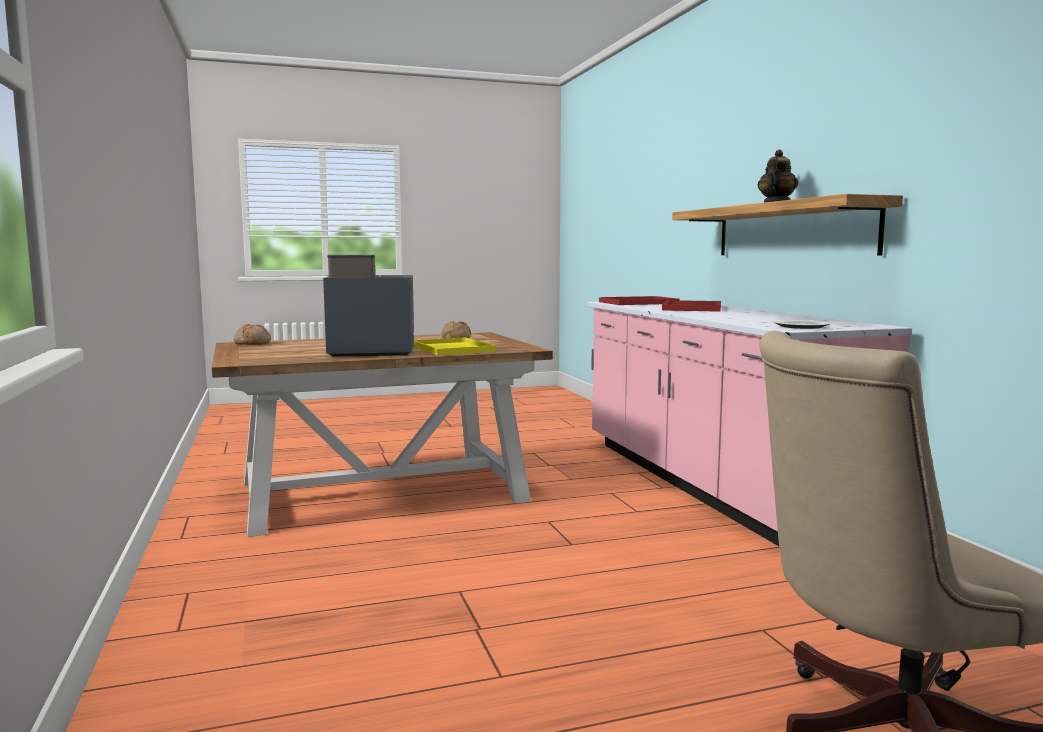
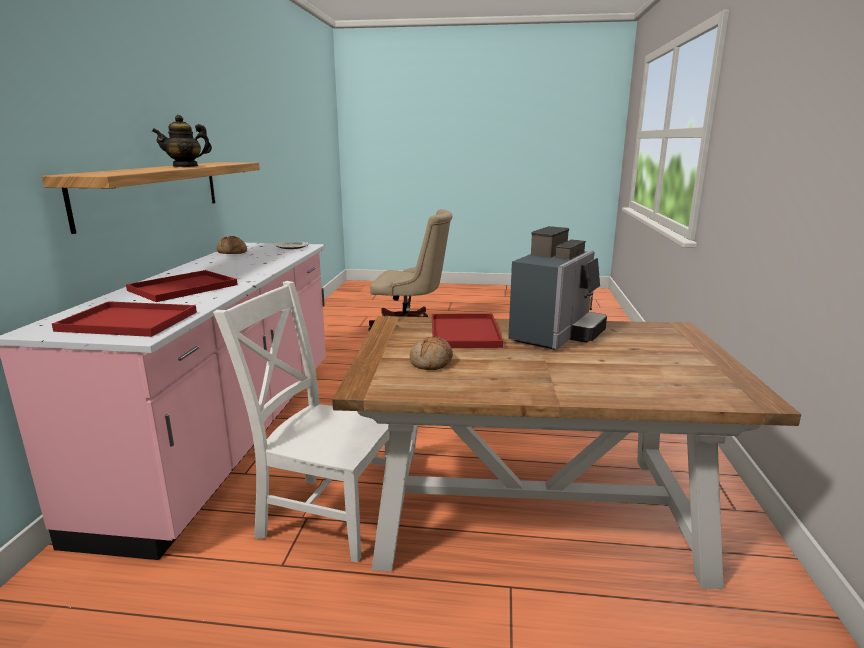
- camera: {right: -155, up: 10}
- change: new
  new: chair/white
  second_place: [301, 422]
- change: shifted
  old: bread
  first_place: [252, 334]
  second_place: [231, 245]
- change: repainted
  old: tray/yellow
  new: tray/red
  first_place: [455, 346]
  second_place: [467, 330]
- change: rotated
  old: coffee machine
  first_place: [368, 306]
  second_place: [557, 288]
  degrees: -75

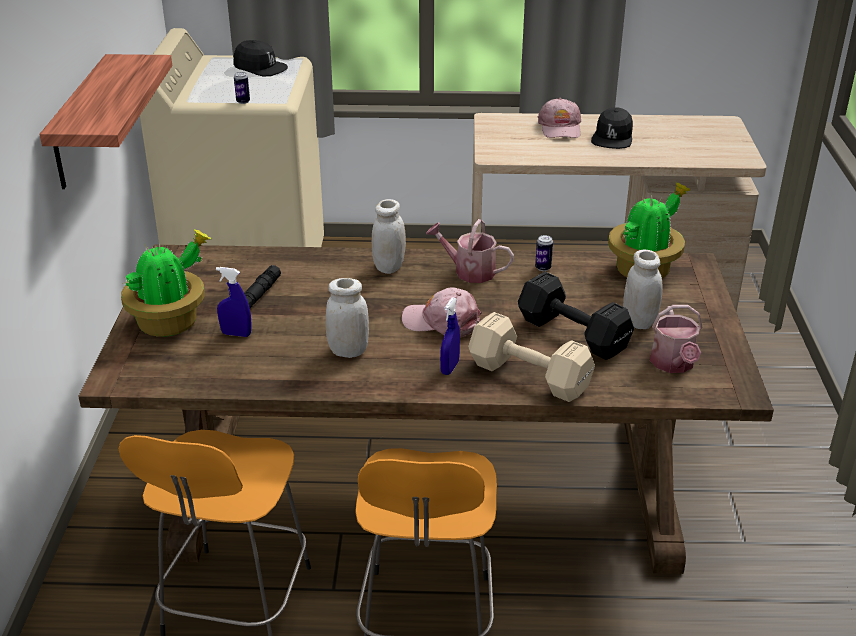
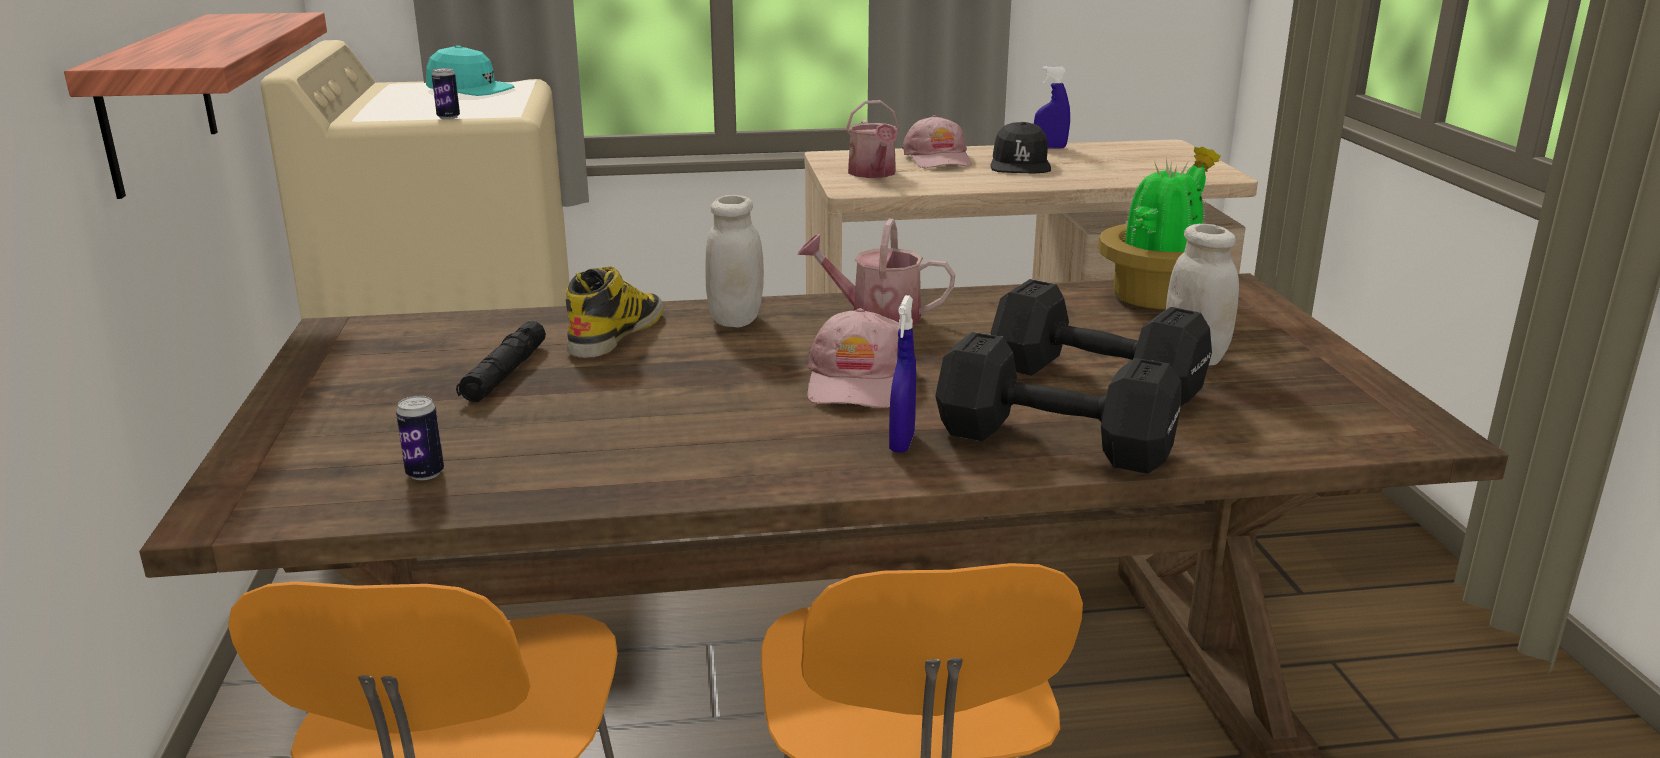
- camera: {right: -10, up: -10}
- change: gone
  old: potted plant
  first_place: [166, 283]
- change: gone
  old: jar/white
  first_place: [347, 318]
- change: new
  new: boot
  second_place: [615, 312]
- change: shifted
  old: spray bottle/blue
  first_place: [234, 302]
  second_place: [1052, 107]
- change: shifted
  old: can
  first_place: [544, 253]
  second_place: [420, 438]
- change: shifted
  old: watering can
  first_place: [676, 339]
  second_place: [872, 139]
- change: repainted
  old: cap/black
  new: cap/turquoise
  first_place: [260, 58]
  second_place: [470, 70]
- change: repainted
  old: dumbbell/beige
  new: dumbbell/black
  first_place: [531, 357]
  second_place: [1058, 403]
- change: rotated
  old: cap/pink
  first_place: [442, 312]
  second_place: [853, 358]
  degrees: -90

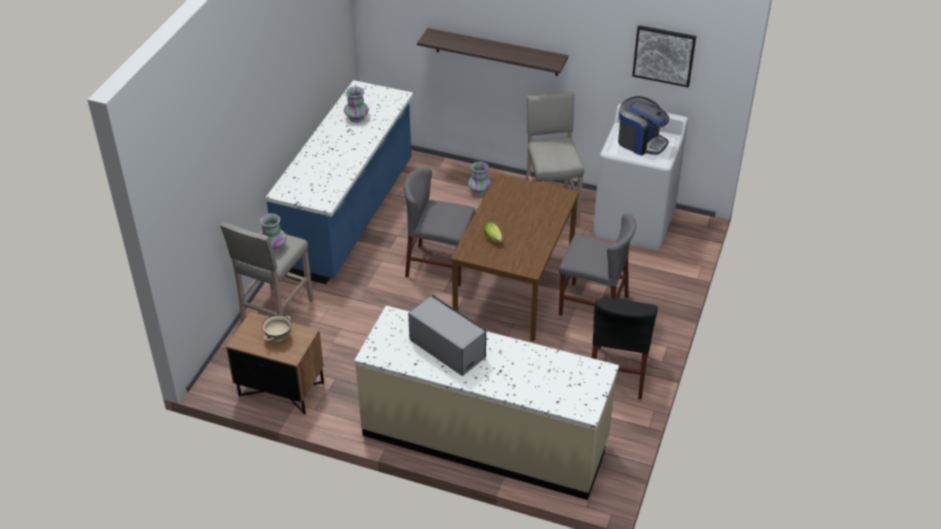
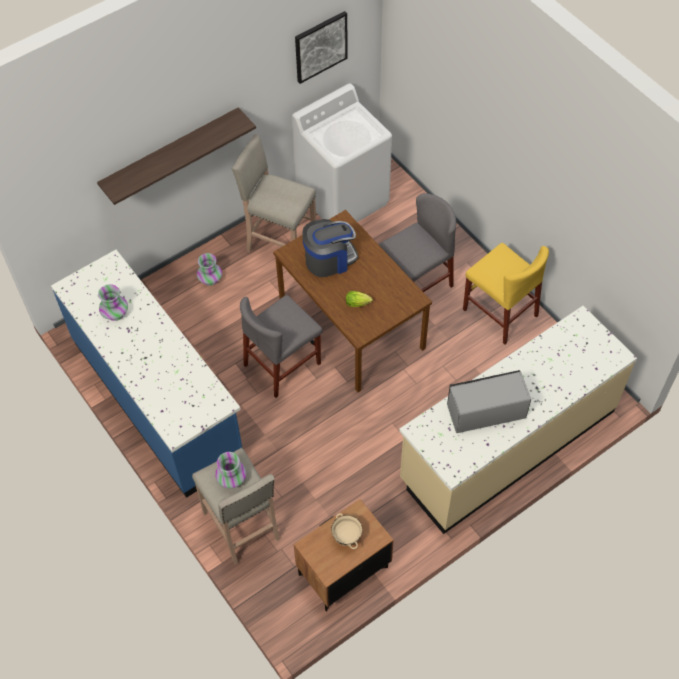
- camera: {right: -55, up: 15}
- change: shifted
  old: coffee machine
  first_place: [643, 126]
  second_place: [330, 248]
- change: repainted
  old: chair/black
  new: chair/yellow
  first_place: [625, 348]
  second_place: [506, 294]

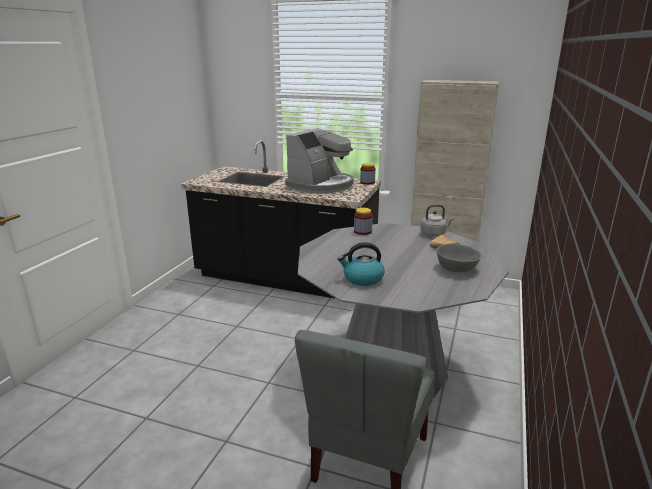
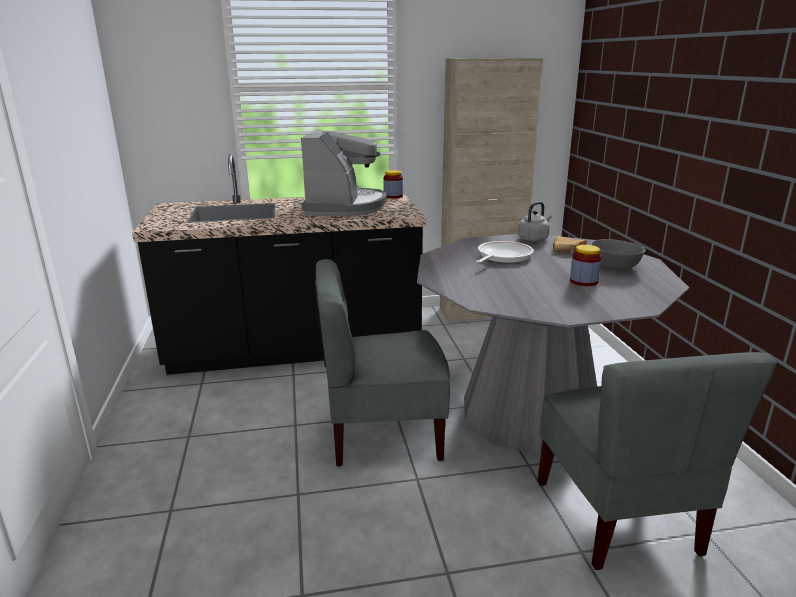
- camera: {right: -30, up: 0}
- change: gone
  old: kettle
  first_place: [361, 264]
- change: new
  new: chair/grey
  second_place: [382, 362]
- change: new
  new: frying pan
  second_place: [505, 252]
- change: shifted
  old: jar
  first_place: [363, 221]
  second_place: [586, 265]

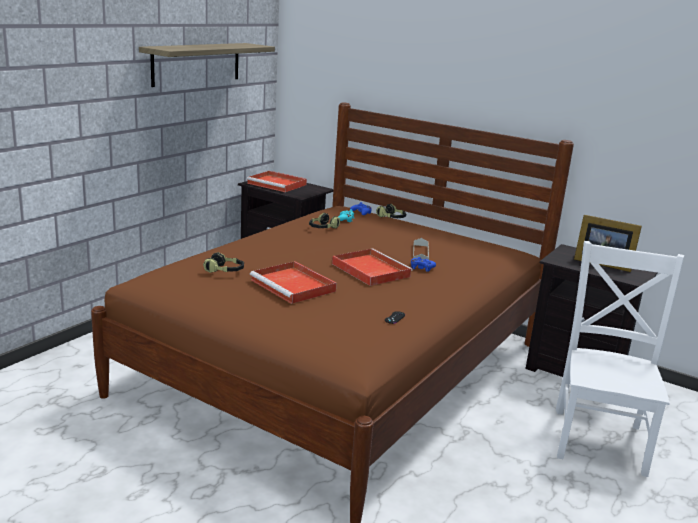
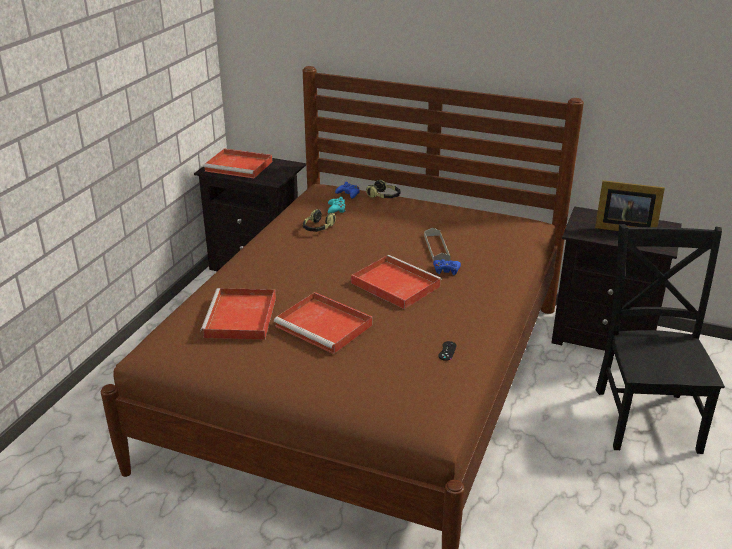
- camera: {right: -10, up: 10}
- change: gone
  old: shelf
  first_place: [207, 65]
- change: swapped
  old: headphones
  new: tray/red
  first_place: [223, 262]
  second_place: [238, 314]
- change: repainted
  old: chair/white
  new: chair/black
  first_place: [620, 359]
  second_place: [660, 339]

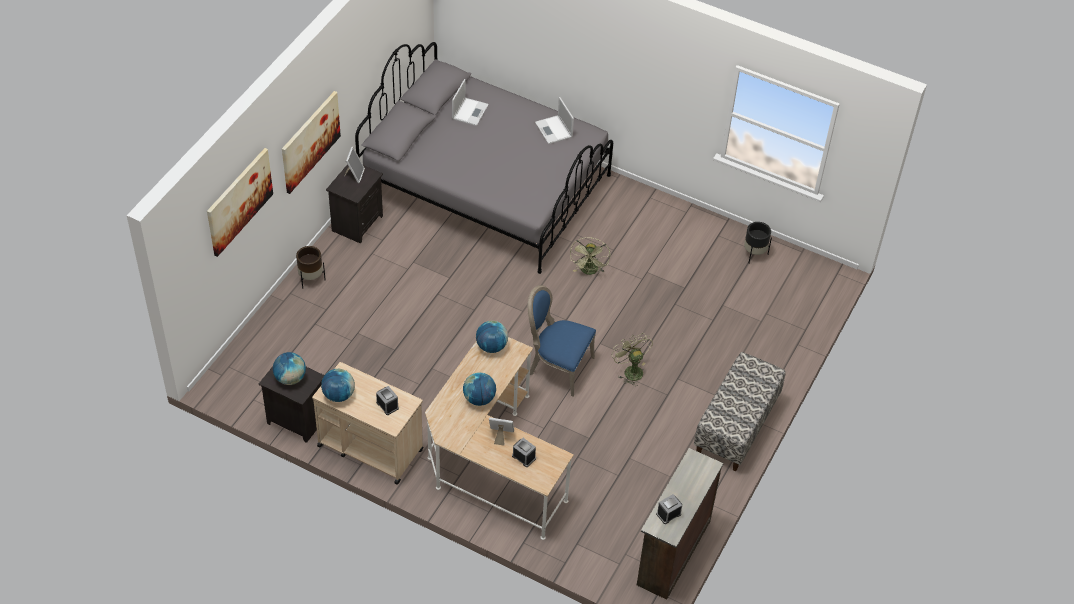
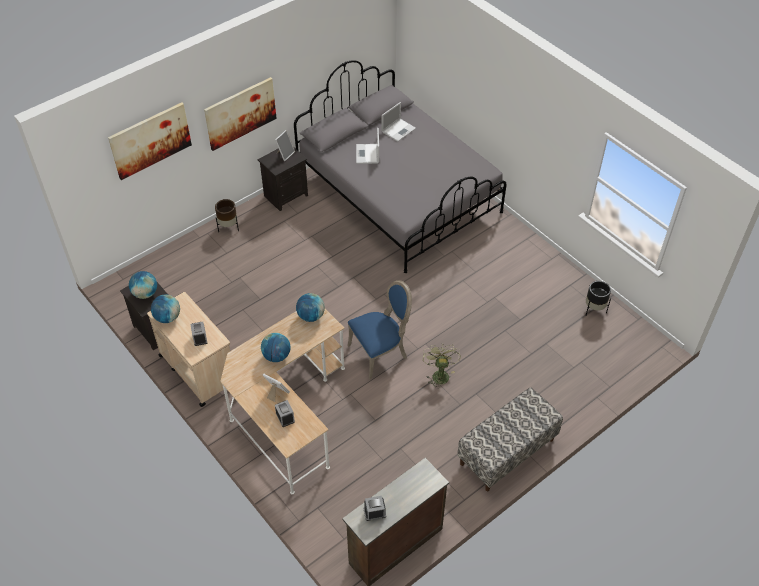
- camera: {right: 25, up: 0}
- change: gone
  old: fan/green
  first_place: [590, 256]
- change: shifted
  old: laptop
  first_place: [554, 120]
  second_place: [367, 146]
- change: rotated
  old: chair/blue
  first_place: [562, 341]
  second_place: [380, 329]
  degrees: 105

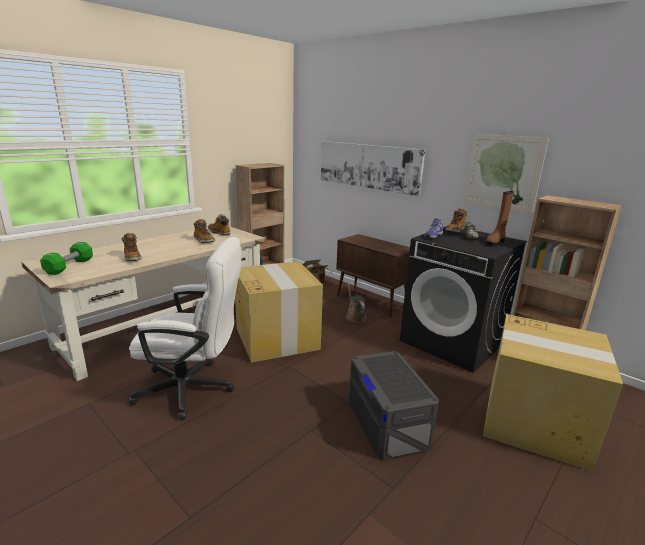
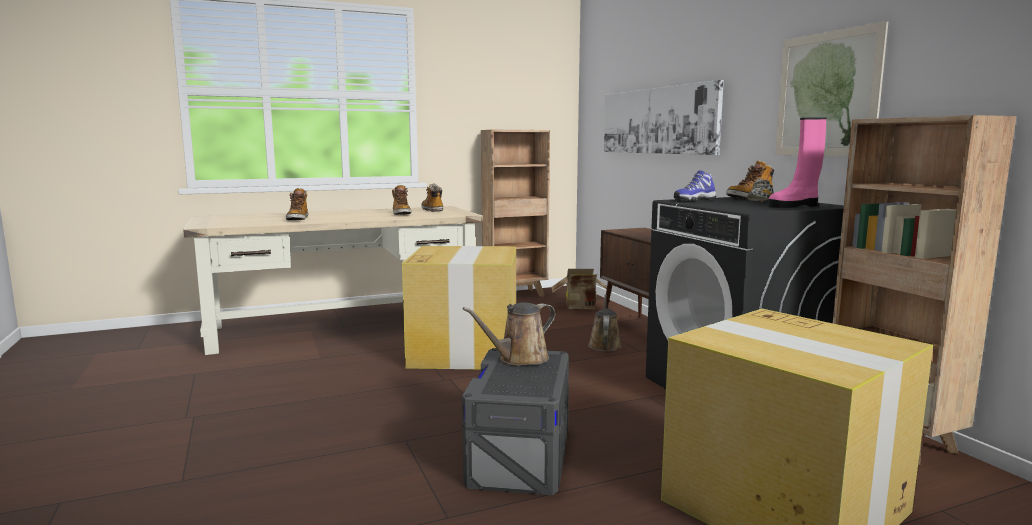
- camera: {right: 25, up: -10}
- change: gone
  old: dumbbell/green
  first_place: [66, 258]
- change: gone
  old: office chair/white
  first_place: [185, 328]
- change: new
  new: watering can/brown
  second_place: [508, 334]
- change: repainted
  old: boot/brown
  new: boot/pink
  first_place: [499, 219]
  second_place: [797, 162]

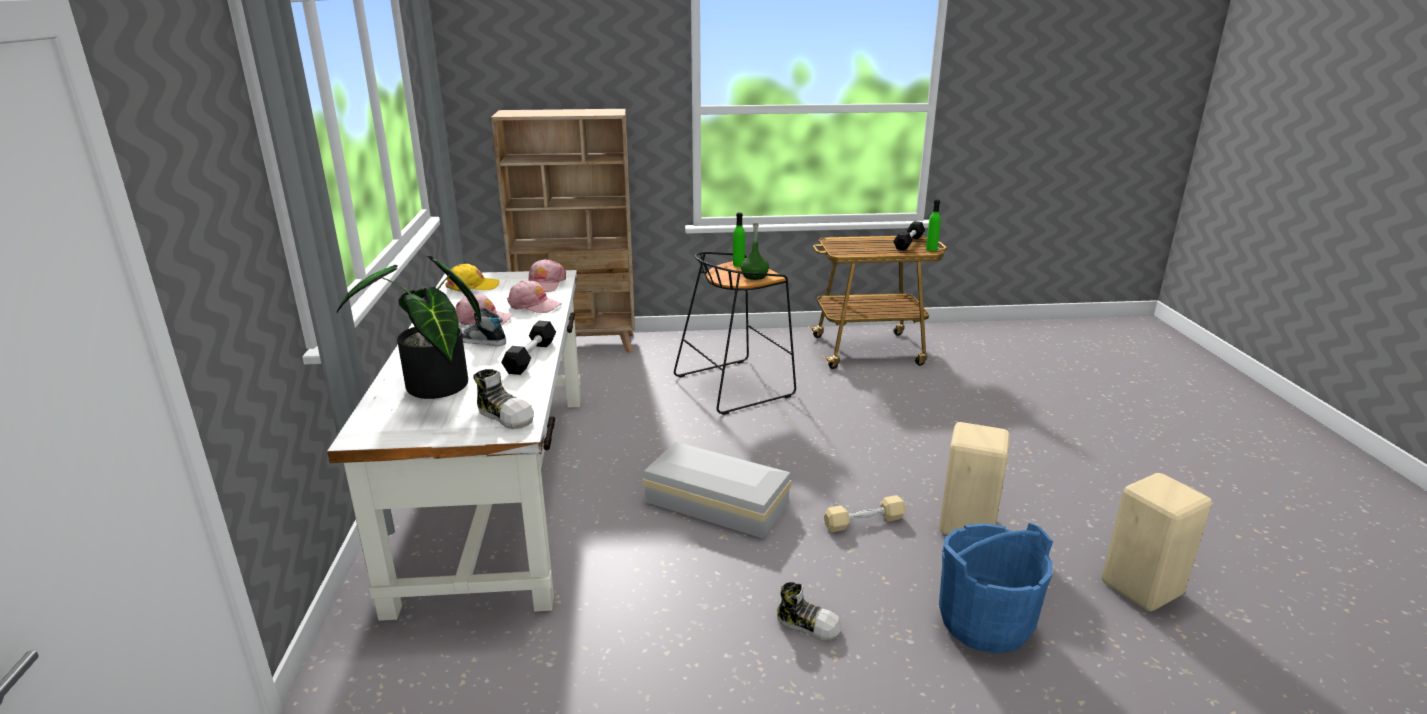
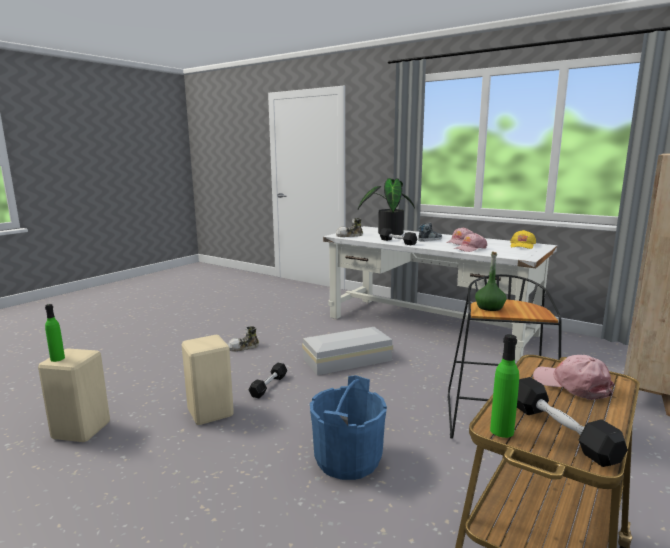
- camera: {right: 130, up: -10}
- change: shifted
  old: cap/pink
  first_place: [547, 275]
  second_place: [574, 377]
- change: shifted
  old: bottle/green
  first_place: [739, 239]
  second_place: [55, 333]
- change: shifted
  old: bucket/blue
  first_place: [996, 588]
  second_place: [348, 427]
- change: repainted
  old: dumbbell/beige
  new: dumbbell/black
  first_place: [865, 513]
  second_place: [268, 380]

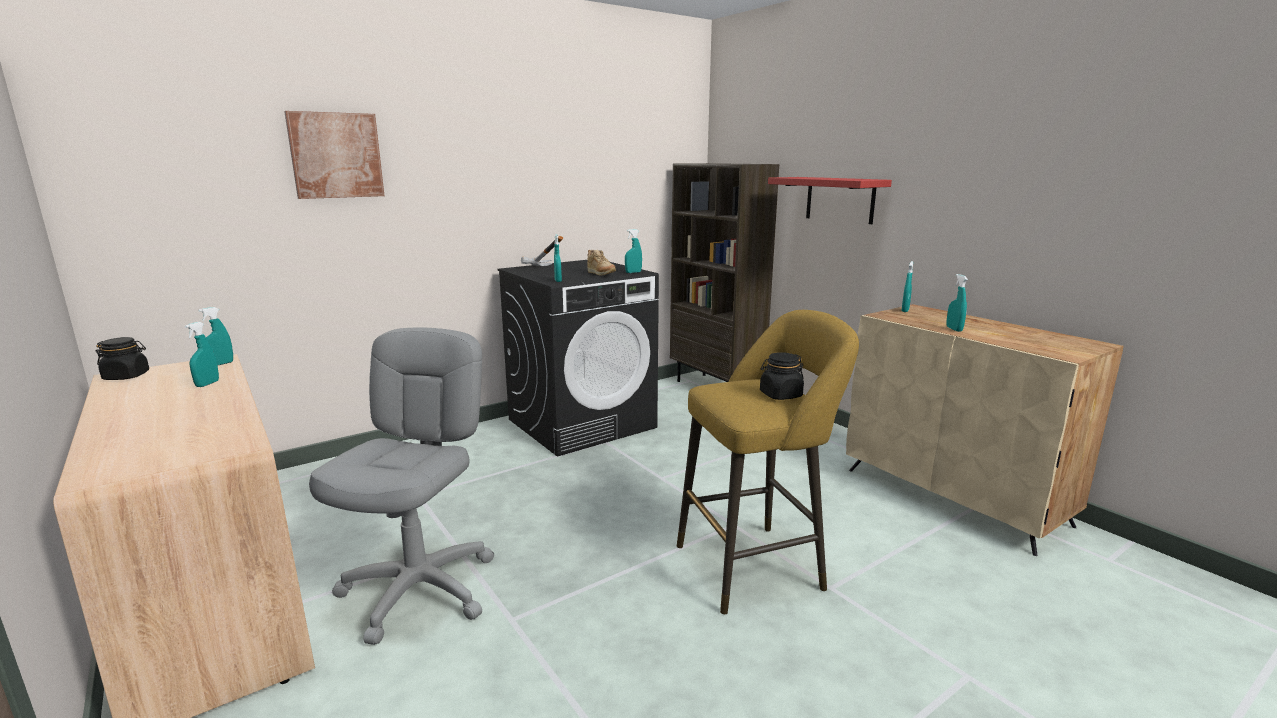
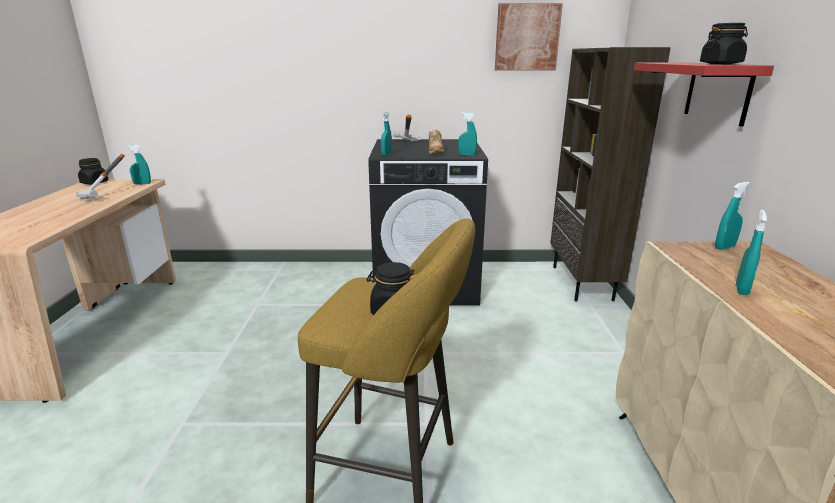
- camera: {right: 35, up: 5}
- change: gone
  old: office chair/grey
  first_place: [401, 486]
- change: new
  new: jar/black
  second_place: [724, 43]
- change: shifted
  old: picture
  first_place: [334, 155]
  second_place: [529, 37]
- change: swapped
  old: spray bottle/turquoise
  new: hammer
  first_place: [201, 354]
  second_place: [100, 176]

